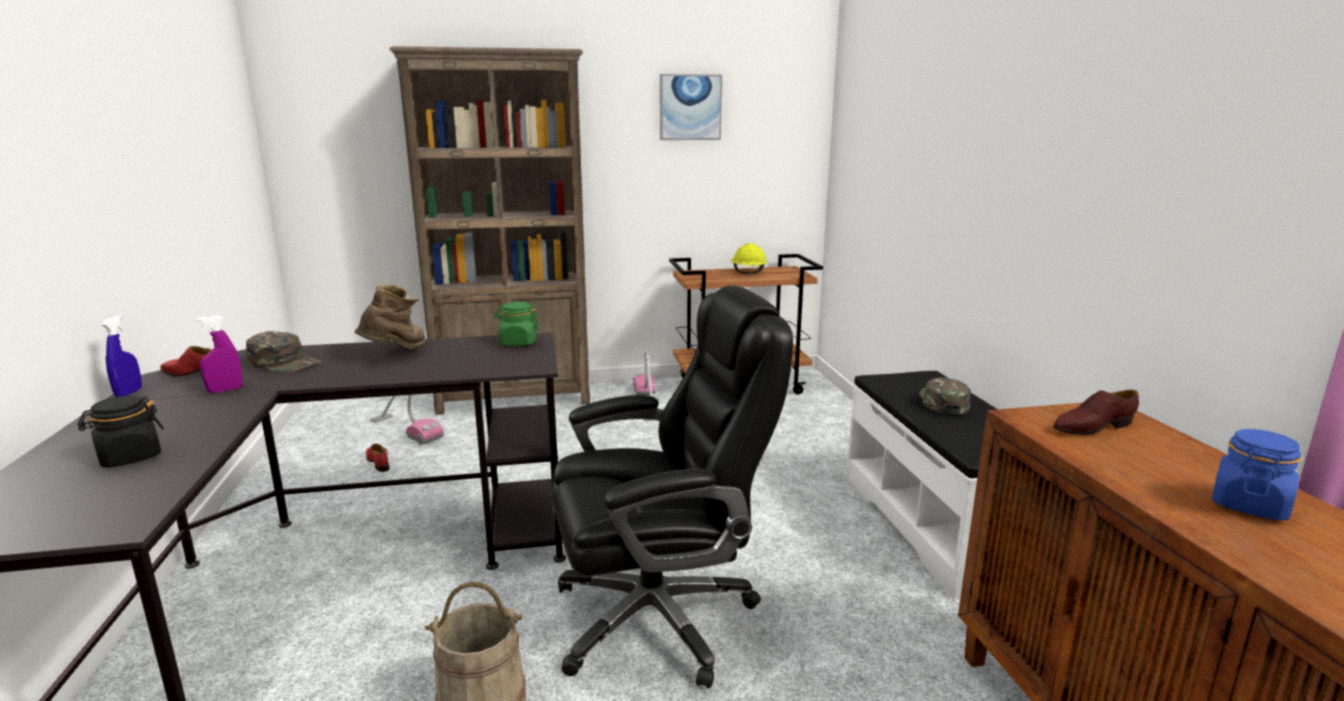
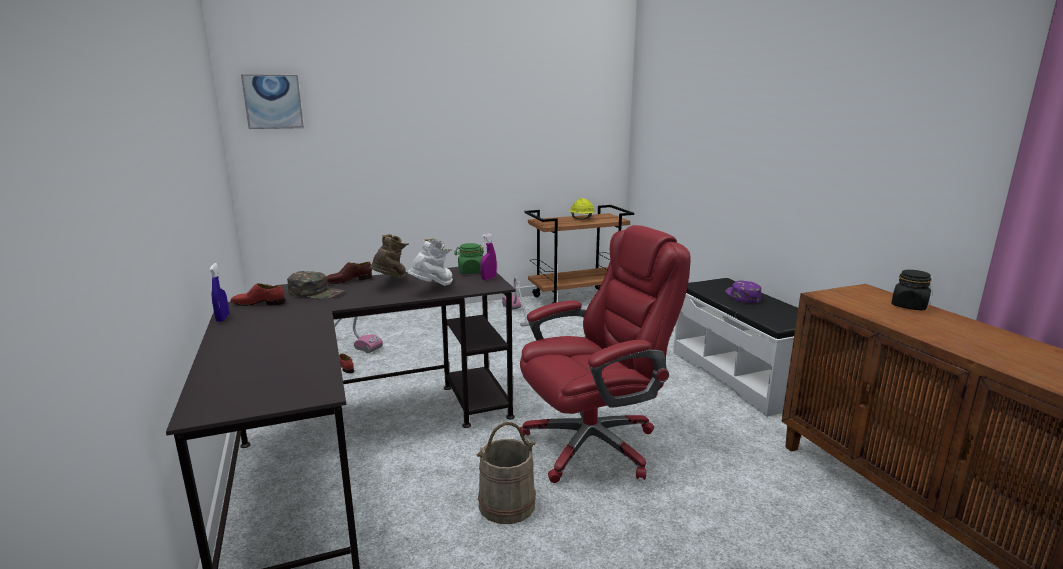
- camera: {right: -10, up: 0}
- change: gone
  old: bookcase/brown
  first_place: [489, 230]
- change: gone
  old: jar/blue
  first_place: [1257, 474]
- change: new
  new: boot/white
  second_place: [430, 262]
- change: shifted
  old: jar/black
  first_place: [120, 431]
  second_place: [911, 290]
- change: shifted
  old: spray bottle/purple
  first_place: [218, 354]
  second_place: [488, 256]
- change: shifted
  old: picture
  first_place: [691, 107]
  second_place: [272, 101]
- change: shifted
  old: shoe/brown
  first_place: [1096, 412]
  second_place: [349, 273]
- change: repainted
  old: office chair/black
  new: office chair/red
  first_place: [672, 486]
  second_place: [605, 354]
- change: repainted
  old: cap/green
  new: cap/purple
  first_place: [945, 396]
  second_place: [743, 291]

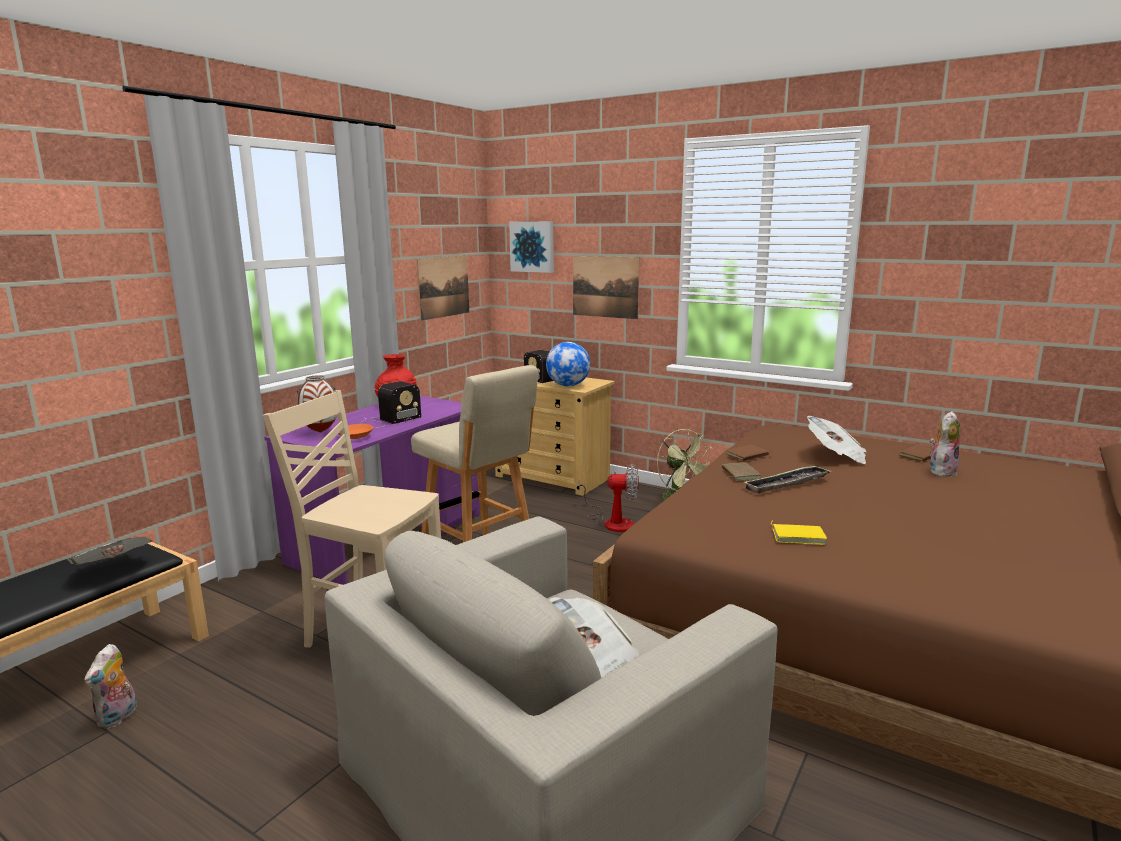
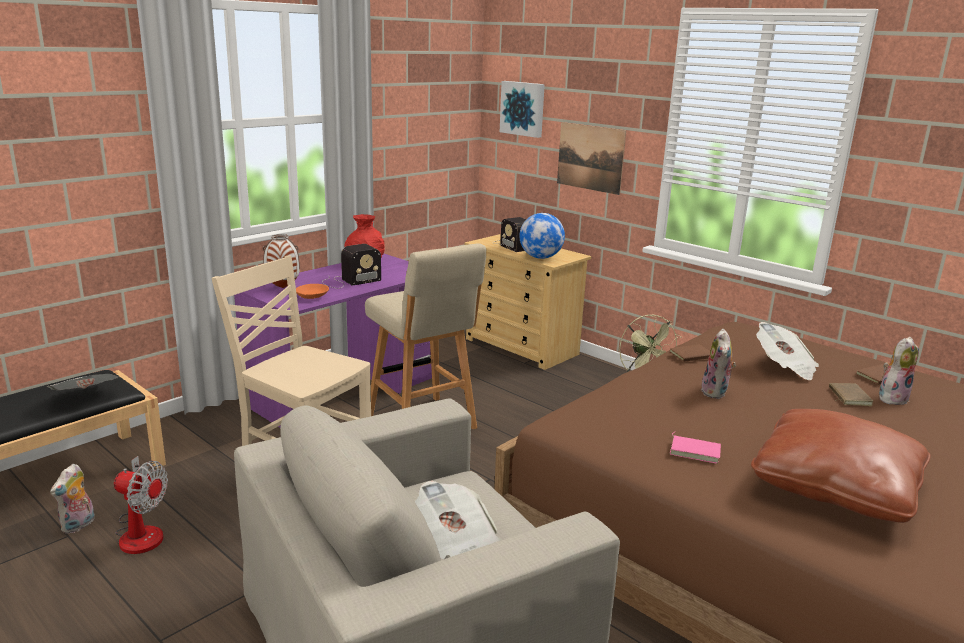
- camera: {right: 10, up: 5}
- change: gone
  old: picture
  first_place: [443, 288]
- change: new
  new: pillow/brown
  second_place: [841, 466]
- change: shifted
  old: fan
  first_place: [609, 498]
  second_place: [141, 505]
- change: shifted
  old: book/brown
  first_place: [741, 471]
  second_place: [851, 394]
- change: swapped
  old: tray
  new: plush toy
  first_place: [787, 479]
  second_place: [718, 364]
- change: repainted
  old: book/yellow
  new: book/pink
  first_place: [799, 533]
  second_place: [695, 447]

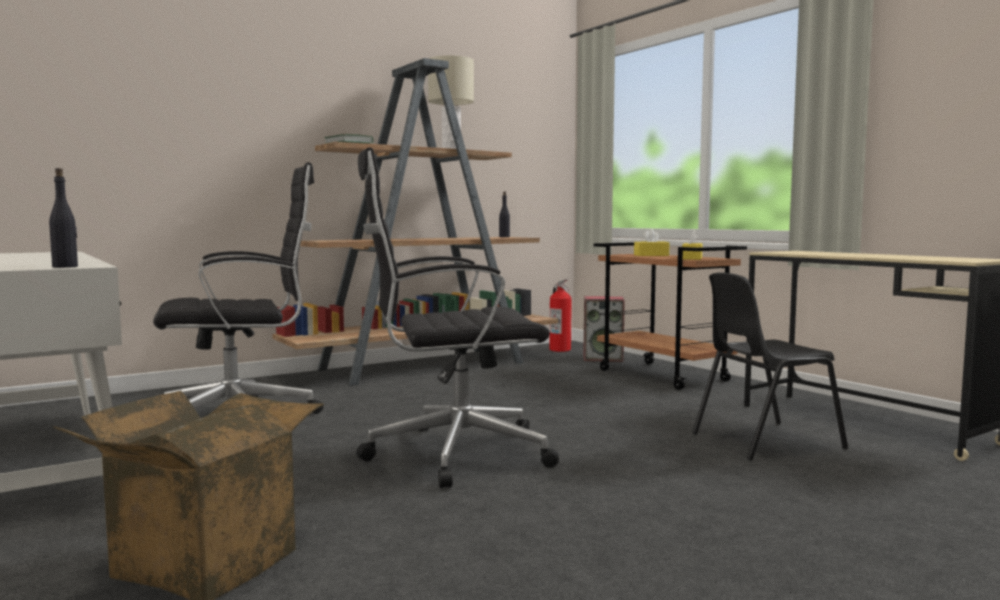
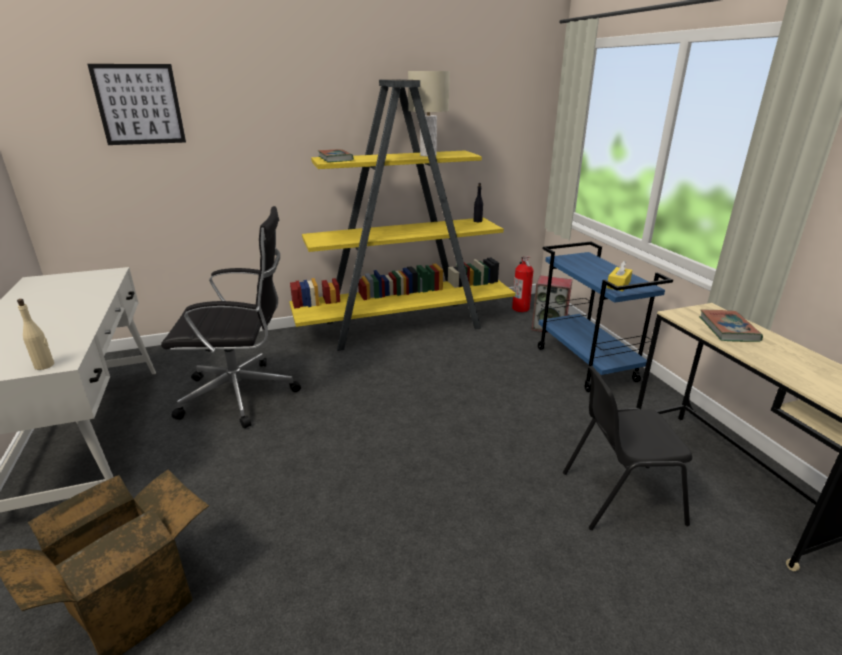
- camera: {right: 15, up: 20}
- change: gone
  old: office chair/black
  first_place: [457, 317]
- change: gone
  old: tissue box/yellow
  first_place: [651, 242]
- change: new
  new: picture
  second_place: [136, 104]
- change: new
  new: book
  second_place: [731, 325]
- change: repainted
  old: bottle/black
  new: bottle/beige
  first_place: [63, 218]
  second_place: [35, 334]
- change: repainted
  old: bookcase/brown
  new: bookcase/yellow
  first_place: [415, 222]
  second_place: [402, 215]
- change: repainted
  old: cart/brown
  new: cart/blue
  first_place: [670, 316]
  second_place: [605, 317]

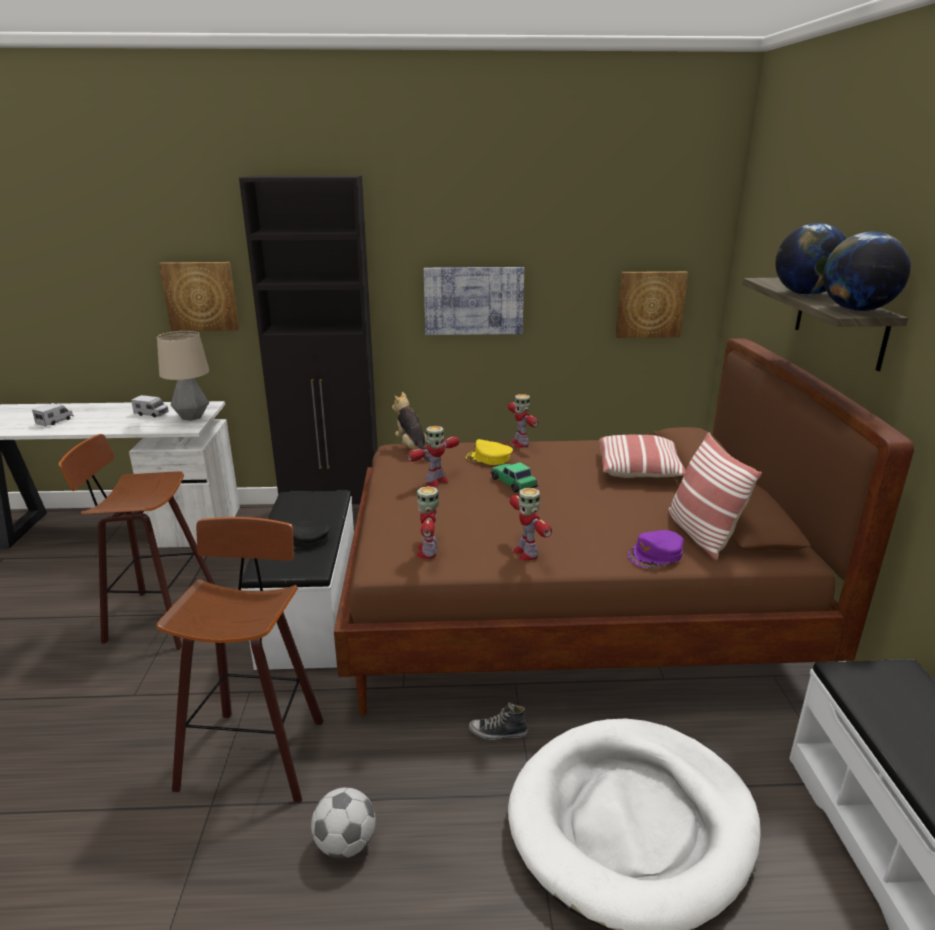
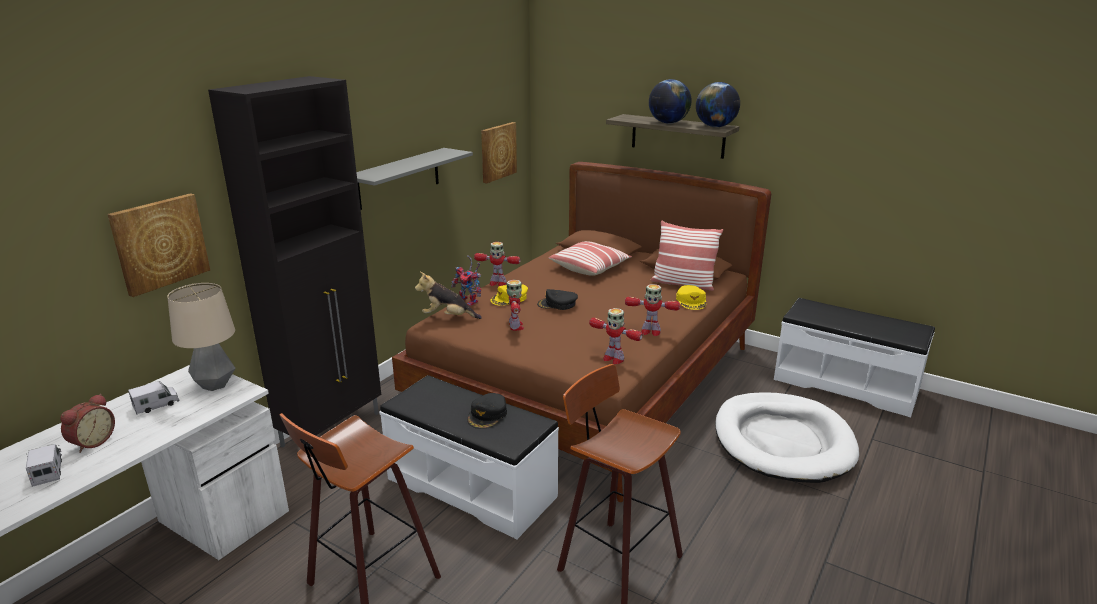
- camera: {right: -55, up: 0}
- change: gone
  old: football
  first_place: [343, 822]
- change: gone
  old: shoe
  first_place: [498, 721]
- change: new
  new: alarm clock
  second_place: [87, 423]
- change: new
  new: toy robot
  second_place: [466, 280]
- change: swapped
  old: picture
  new: shelf/grey
  first_place: [474, 301]
  second_place: [414, 179]
- change: swapped
  old: toy car
  new: cap/black
  first_place: [514, 477]
  second_place: [557, 299]
- change: repainted
  old: cap/purple
  new: cap/yellow
  first_place: [656, 549]
  second_place: [691, 297]

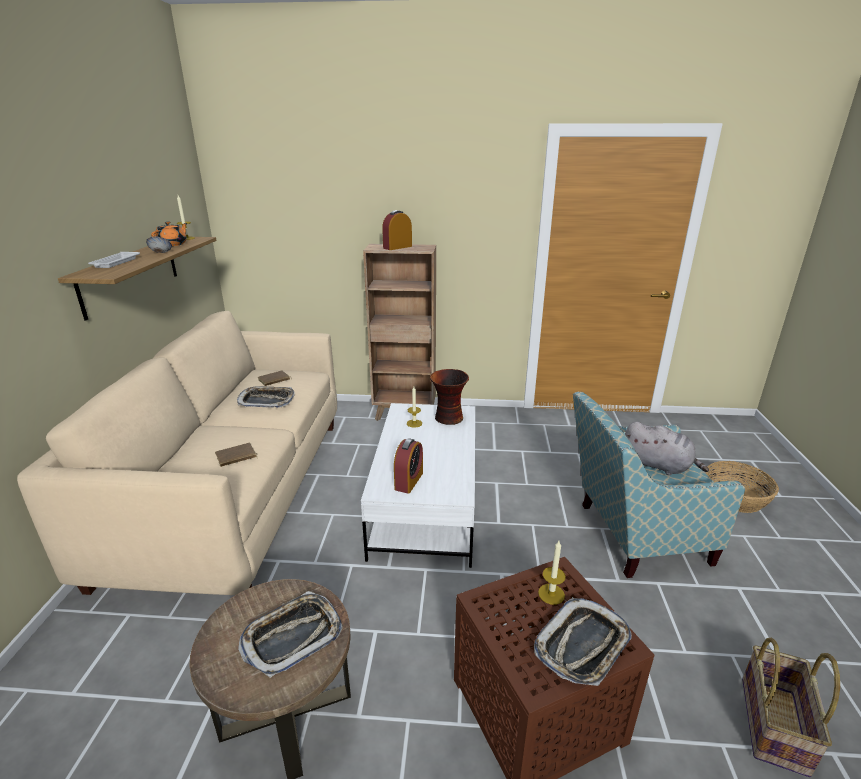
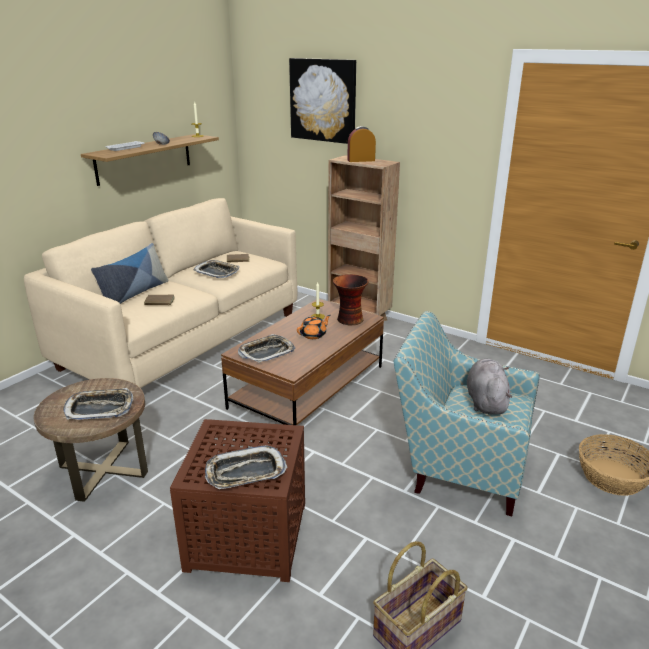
- camera: {right: 30, up: 0}
- change: gone
  old: candle
  first_place: [552, 573]
- change: new
  new: pillow
  second_place: [130, 273]
- change: new
  new: picture
  second_place: [322, 101]
- change: shifted
  old: teapot/orange
  first_place: [169, 233]
  second_place: [314, 327]
- change: swapped
  old: alarm clock
  new: tray
  first_place: [408, 466]
  second_place: [266, 348]
- change: repainted
  old: coffee table/white
  new: coffee table/brown
  first_place: [418, 485]
  second_place: [302, 362]
- change: rotated
  old: plush toy/grey
  first_place: [667, 448]
  second_place: [489, 387]
  degrees: -150

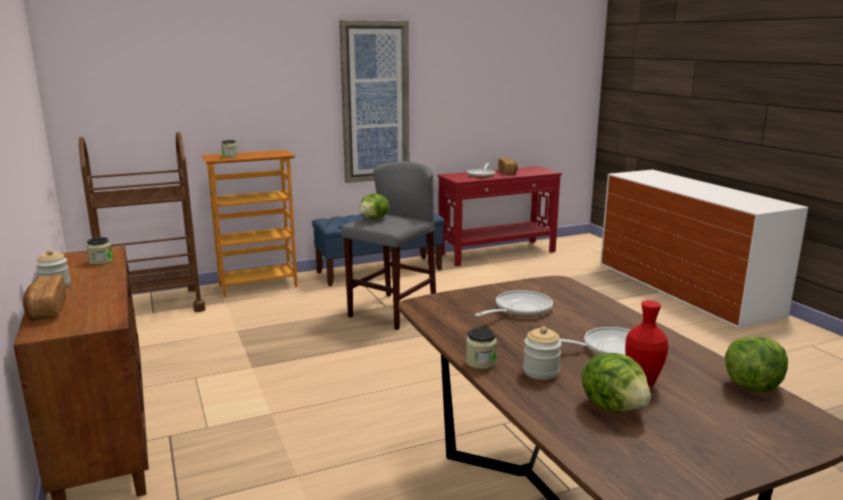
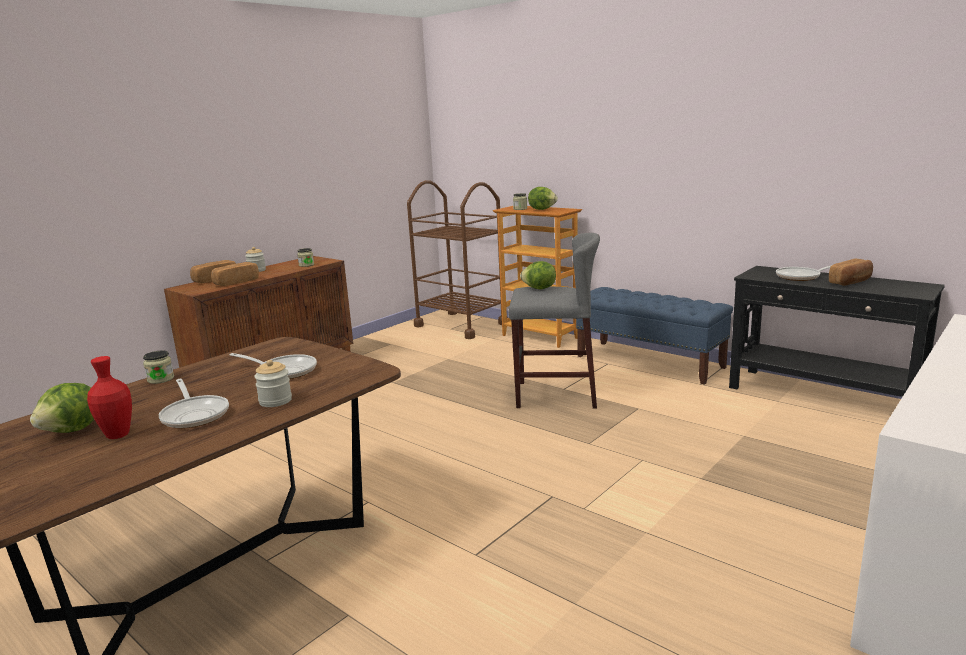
- camera: {right: 65, up: 0}
- change: gone
  old: picture
  first_place: [374, 101]
- change: new
  new: bread
  second_place: [235, 274]
- change: shifted
  old: jar
  first_place: [542, 353]
  second_place: [273, 383]
- change: shifted
  old: lettuce
  first_place: [756, 364]
  second_place: [542, 198]
- change: repainted
  old: console table/red
  new: console table/black
  first_place: [500, 216]
  second_place: [837, 331]

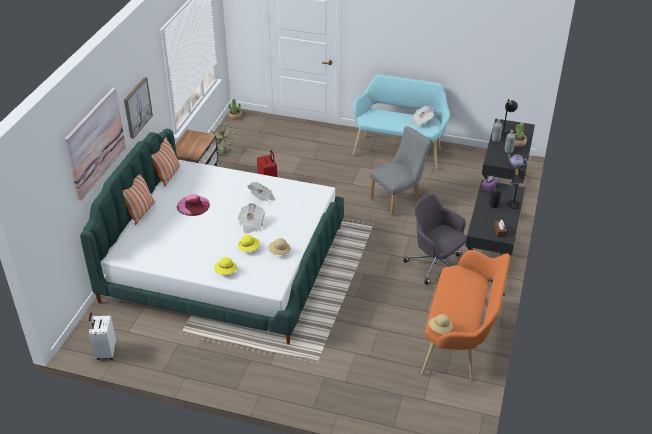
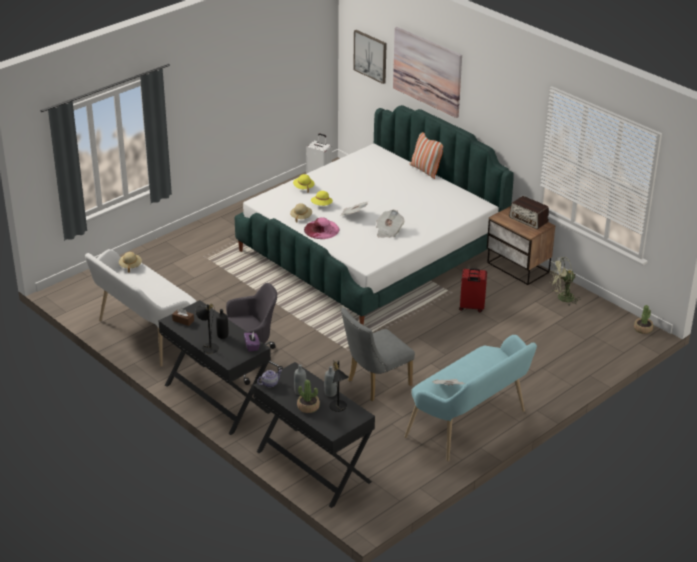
- camera: {right: 120, up: -5}
- change: gone
  old: pillow
  first_place: [165, 162]
- change: new
  new: radio
  second_place: [529, 212]
- change: shifted
  old: picture
  first_place: [138, 108]
  second_place: [370, 57]
- change: shifted
  old: hat/pink
  first_place: [193, 205]
  second_place: [321, 228]
- change: repainted
  old: bench/orange
  new: bench/white
  first_place: [465, 315]
  second_place: [141, 308]
- change: rotated
  old: chair/grey
  first_place: [400, 170]
  second_place: [378, 354]
  degrees: 60

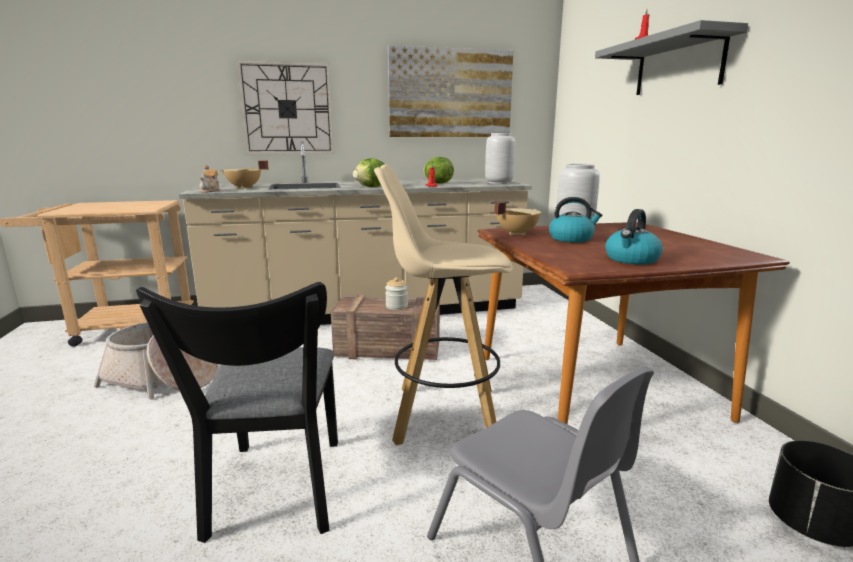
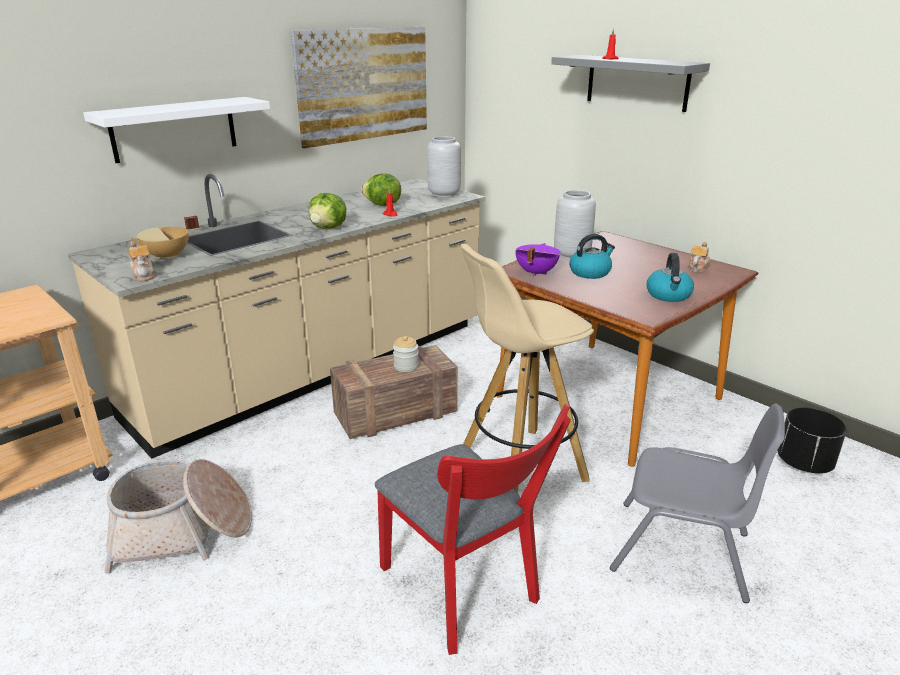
- camera: {right: -30, up: 10}
- change: new
  new: teapot
  second_place: [698, 257]
- change: swapped
  old: wall clock
  new: shelf/white
  first_place: [285, 107]
  second_place: [176, 130]
- change: repainted
  old: chair/black
  new: chair/red
  first_place: [237, 412]
  second_place: [473, 529]
- change: repainted
  old: cooking pot/beige
  new: cooking pot/purple
  first_place: [517, 218]
  second_place: [538, 260]

